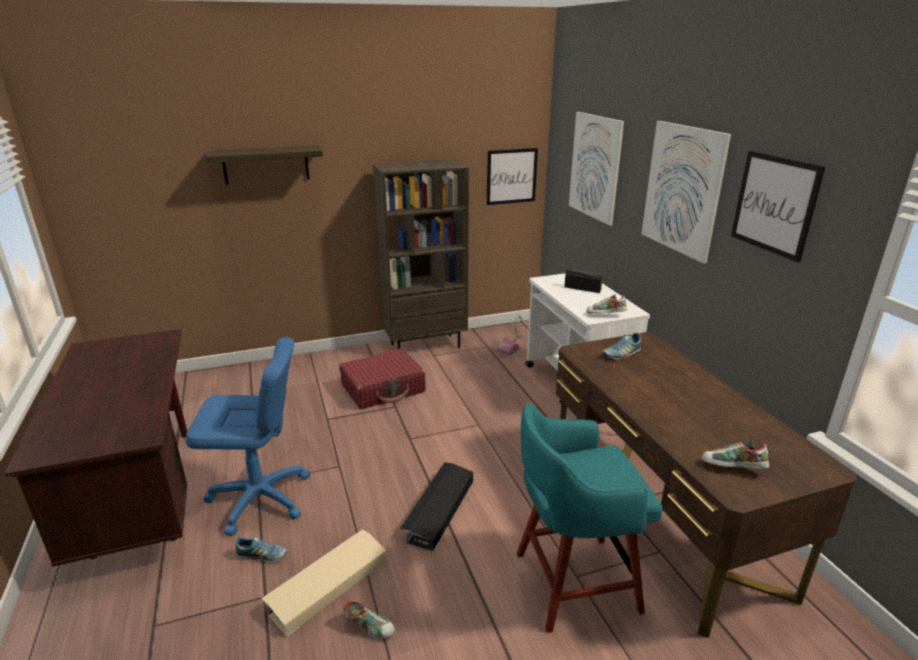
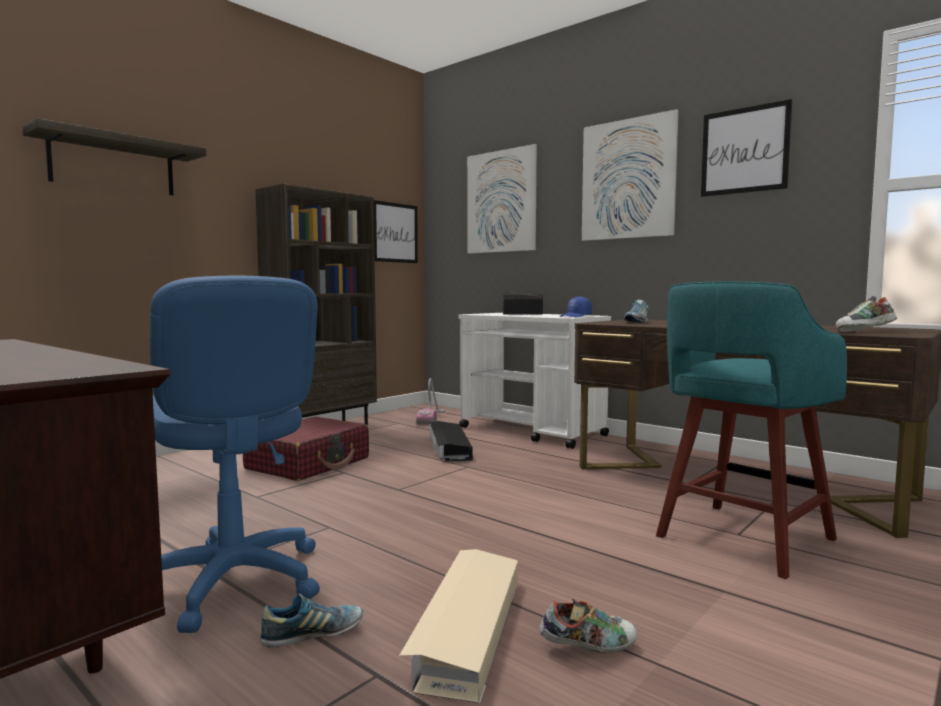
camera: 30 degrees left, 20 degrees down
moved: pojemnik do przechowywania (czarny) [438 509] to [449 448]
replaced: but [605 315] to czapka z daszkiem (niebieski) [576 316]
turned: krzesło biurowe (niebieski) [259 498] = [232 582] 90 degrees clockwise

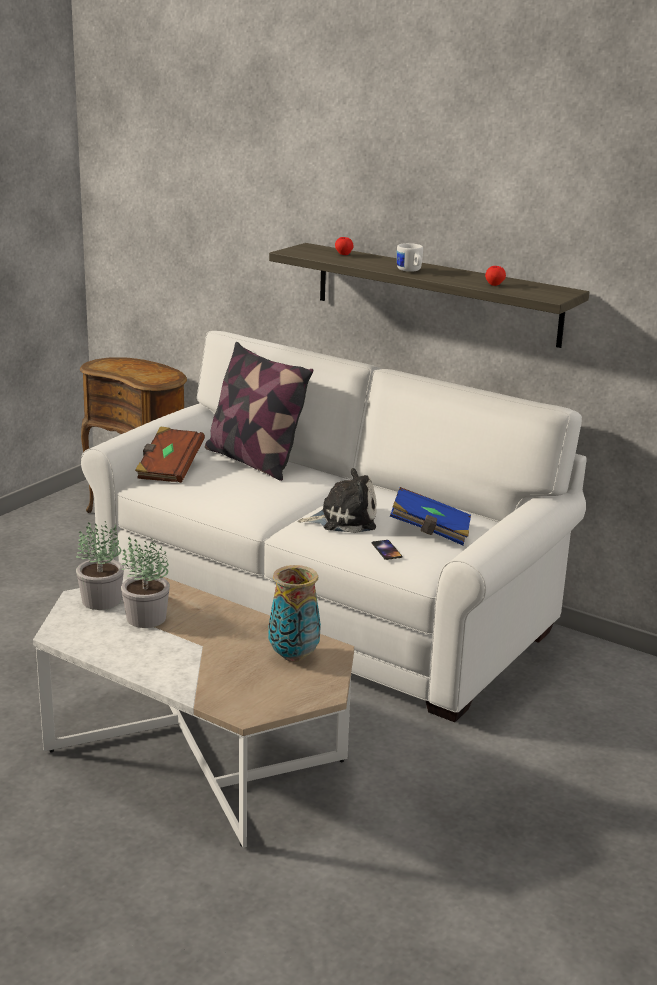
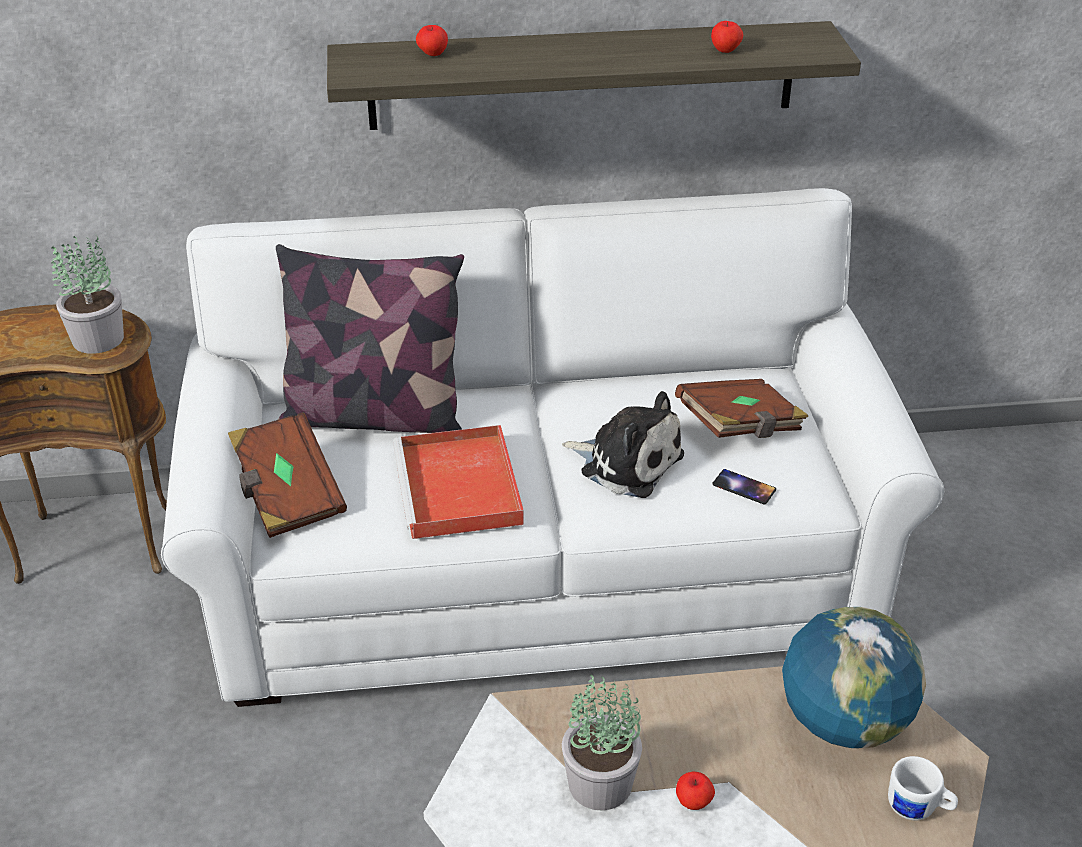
camera: 40 degrees left, 15 degrees up
added: taca (czerwony) [460 489]; jabłko [693 802]
moved: roślina doniczkowa [102 600] to [98 338]; kubek (biały) [410 271] to [918 808]
replaced: wazon [294 656] to globus [843 722]
recoloured: książka (niebieski) [430 532] to książka (brązowy) [740 428]
turned: pluszak [344 519] = [626 462] 75 degrees clockwise

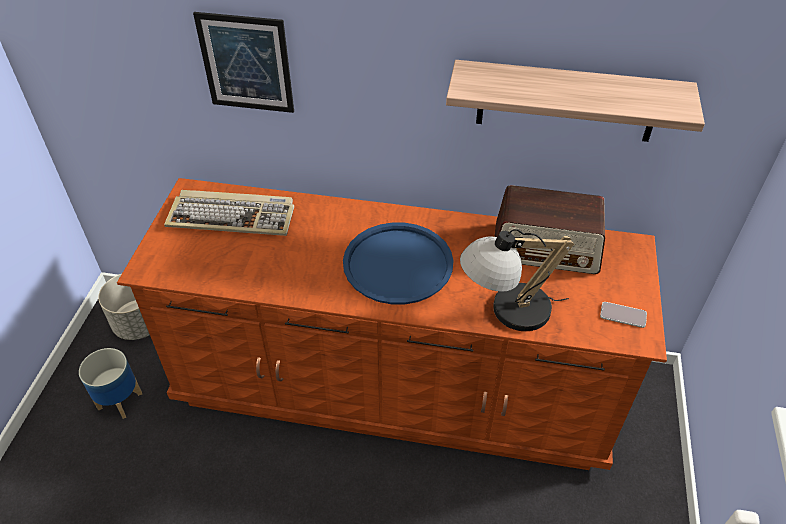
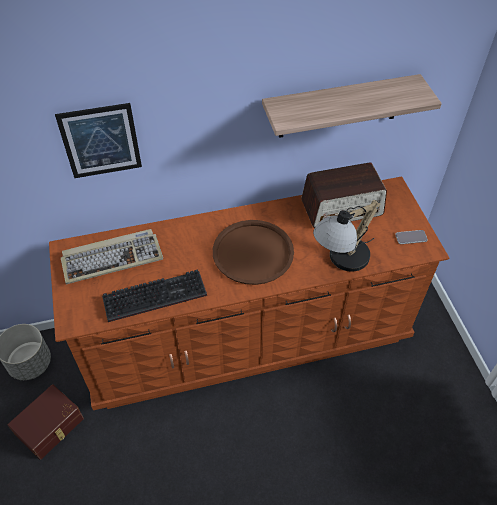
camera: 25 degrees left, 5 degrees up
added: klawiatura [156 294]
replaced: donica [120 400] to pojemnik do przechowywania (brązowy) [51 427]
recoloured: taca (niebieski) [398 264] to taca (brązowy) [253 252]

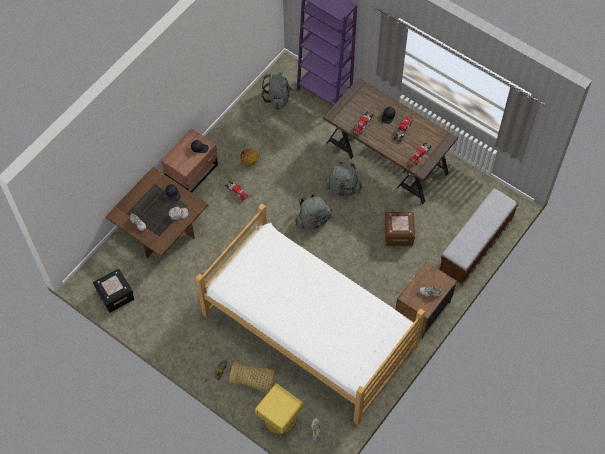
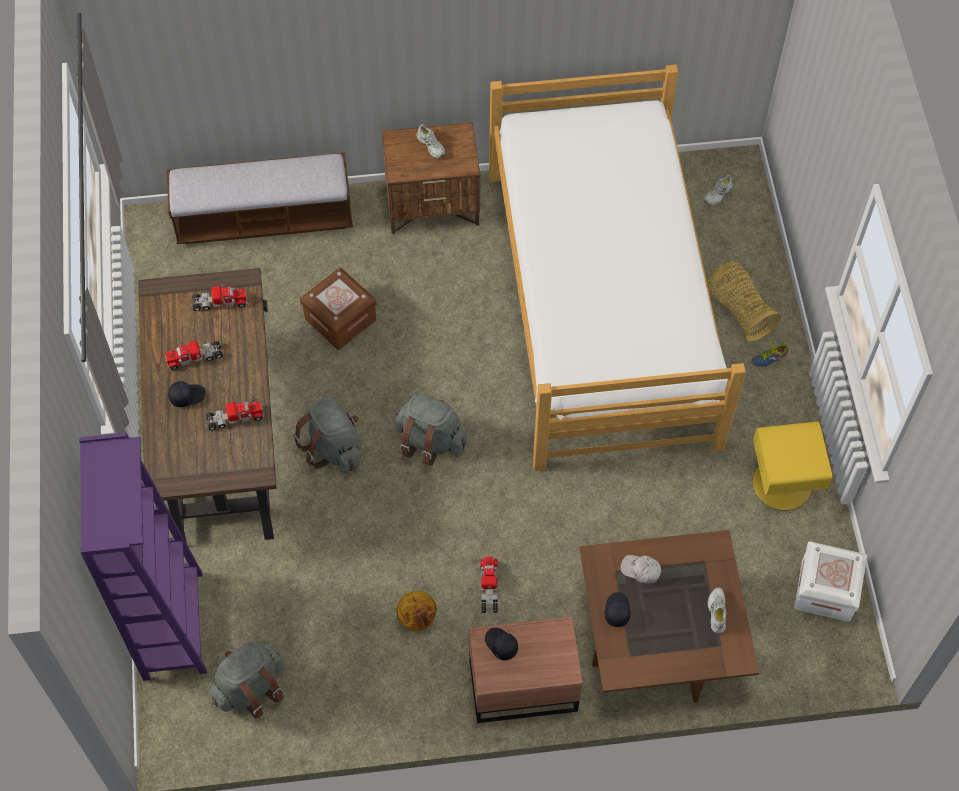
camera: 135 degrees left, 0 degrees up
moved: szafka nocna (żółty) [279 418] to [783 483]
recoloured: pojemnik do przechowywania (czarny) [115 295] to pojemnik do przechowywania (biały) [826 590]

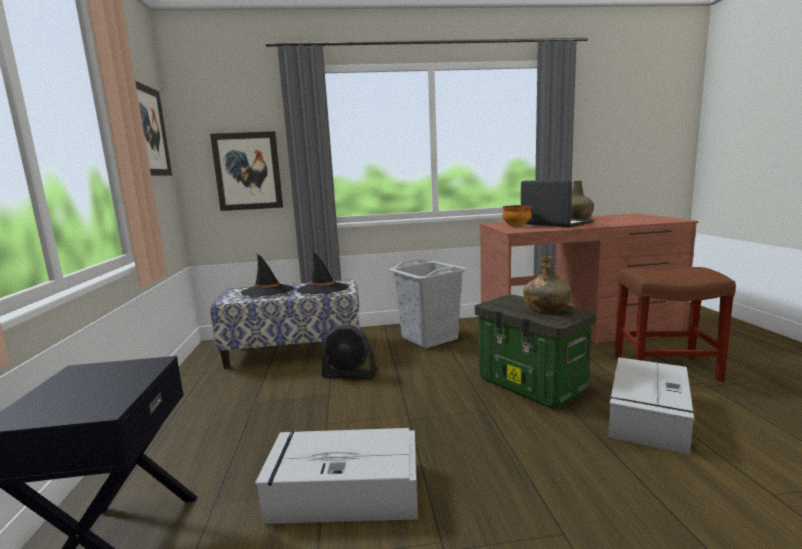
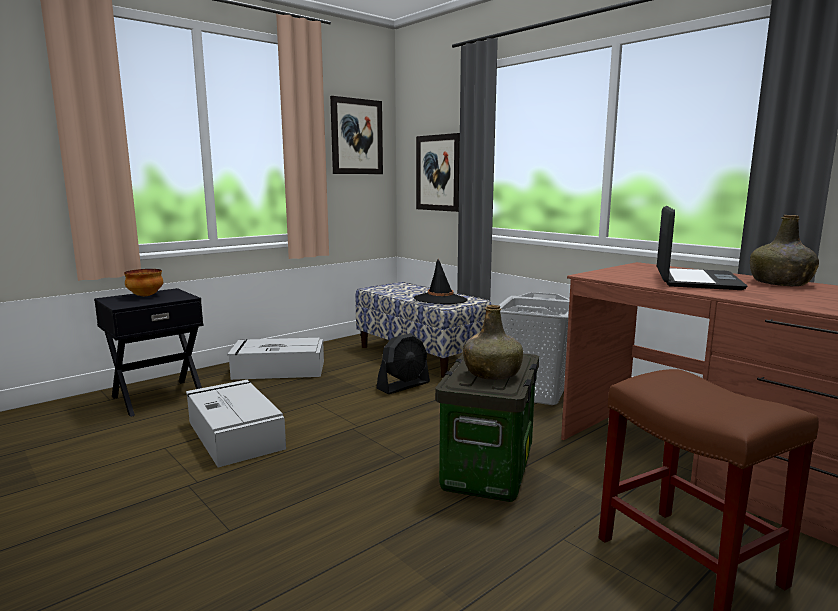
camera: 55 degrees right, 0 degrees up
removed: kapelusz (czarny) [268 291]
moved: miska [516 227] to [146 296]; pojemnik do przechowywania (szary) [648 415] to [277 370]
turned: wentylator (czarny) [350 374] = [403 386] 105 degrees counterclockwise

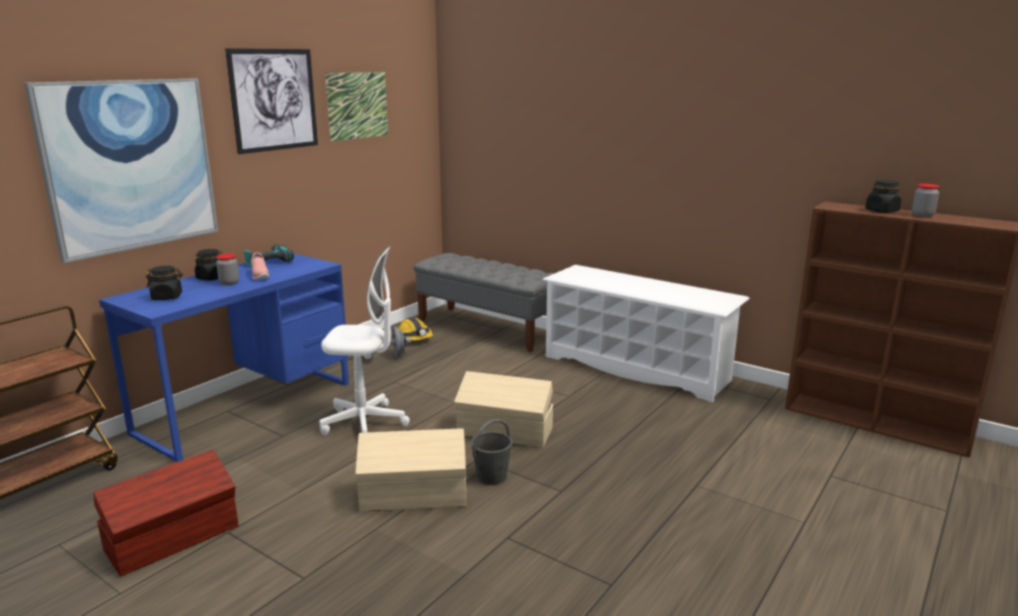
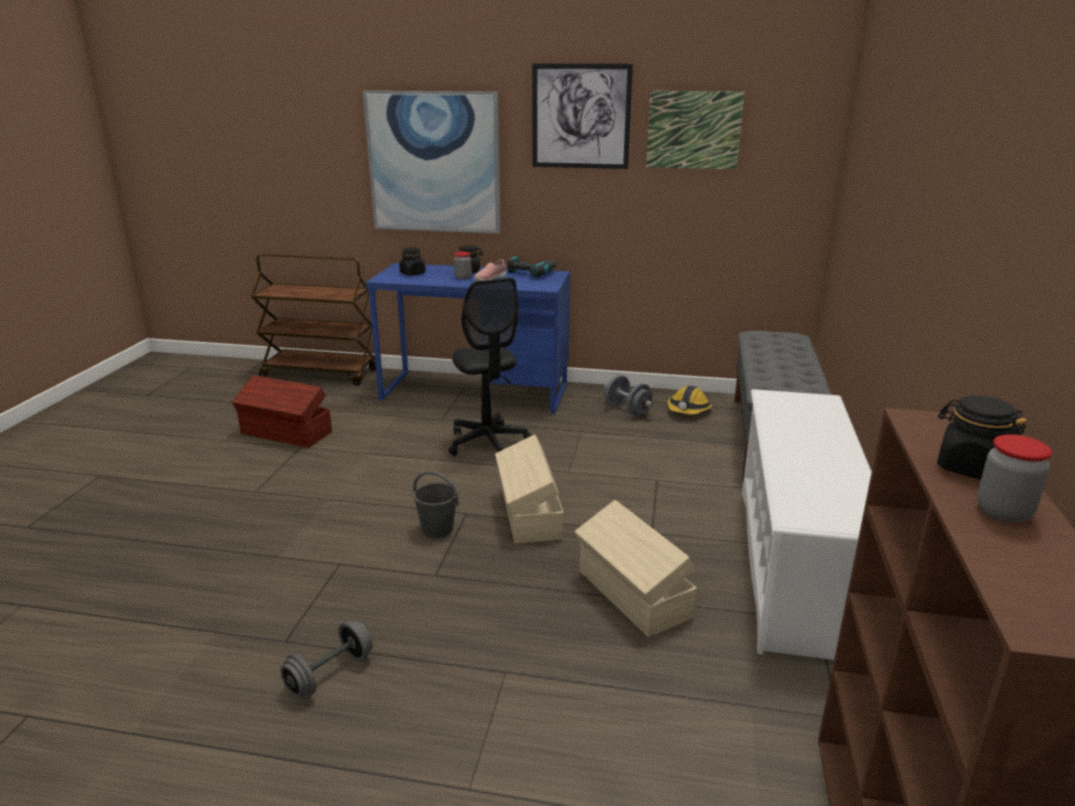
camera: 65 degrees right, 5 degrees up
added: hantel (szary) [330 674]
moved: pojemnik do przechowywania (beżowy) [414 496] to [632 595]
recoloured: krzesło biurowe (biały) [364 423] to krzesło biurowe (czarny) [488 443]

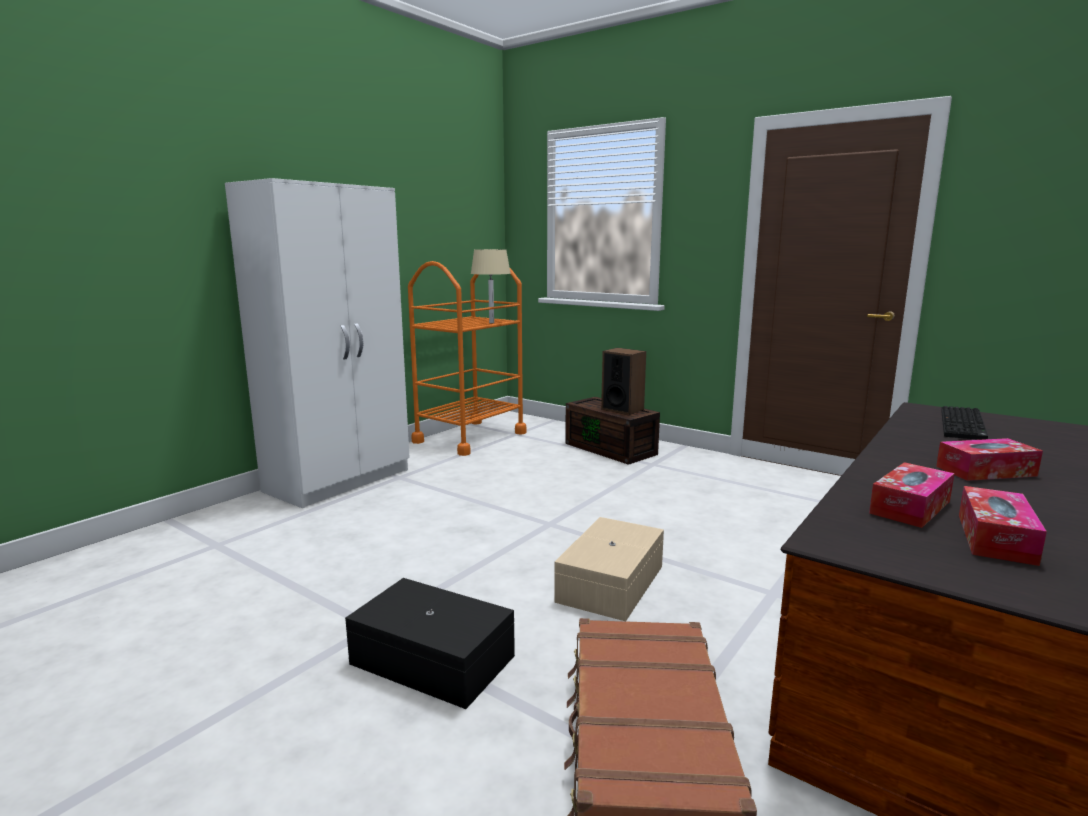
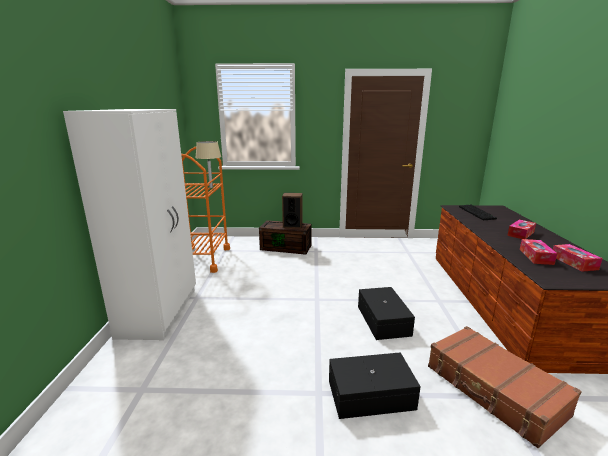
camera: 35 degrees left, 5 degrees up
recoloured: pojemnik do przechowywania (beżowy) [608 583] to pojemnik do przechowywania (czarny) [382 321]

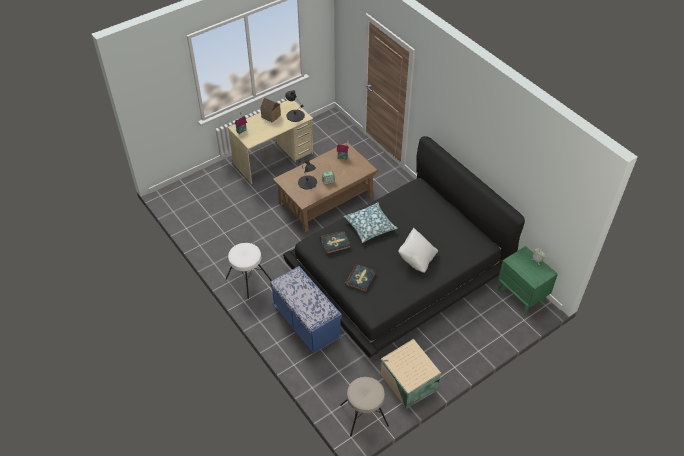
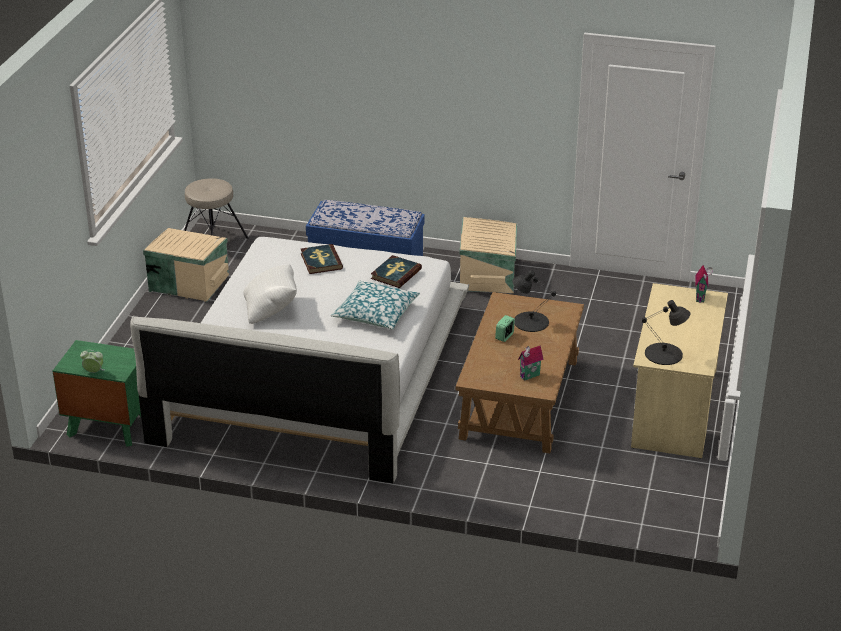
camera: 140 degrees right, 15 degrees down
removed: domek [271 115]
replaced: stołek (biały) [248 280] to pojemnik do przechowywania (beżowy) [488 275]
recoloured: łóżko (czarny) [398 268] to łóżko (biały) [315 373]

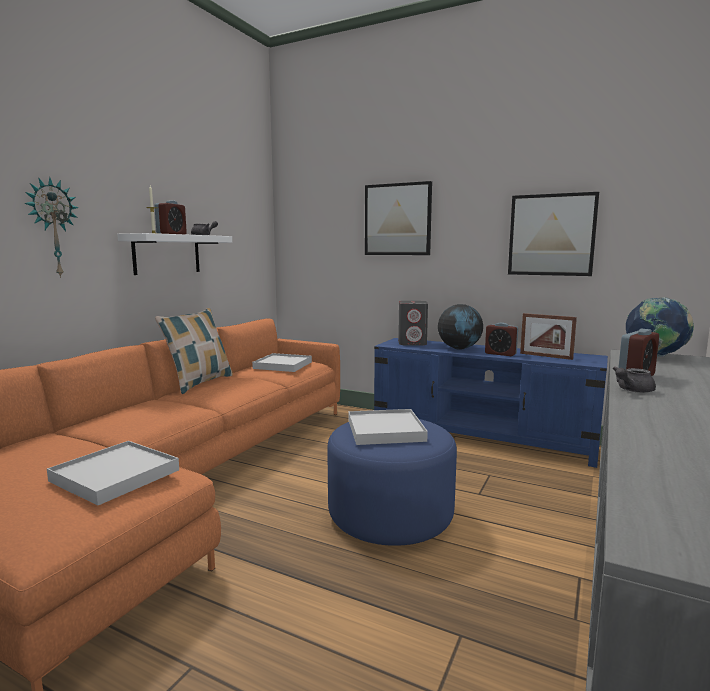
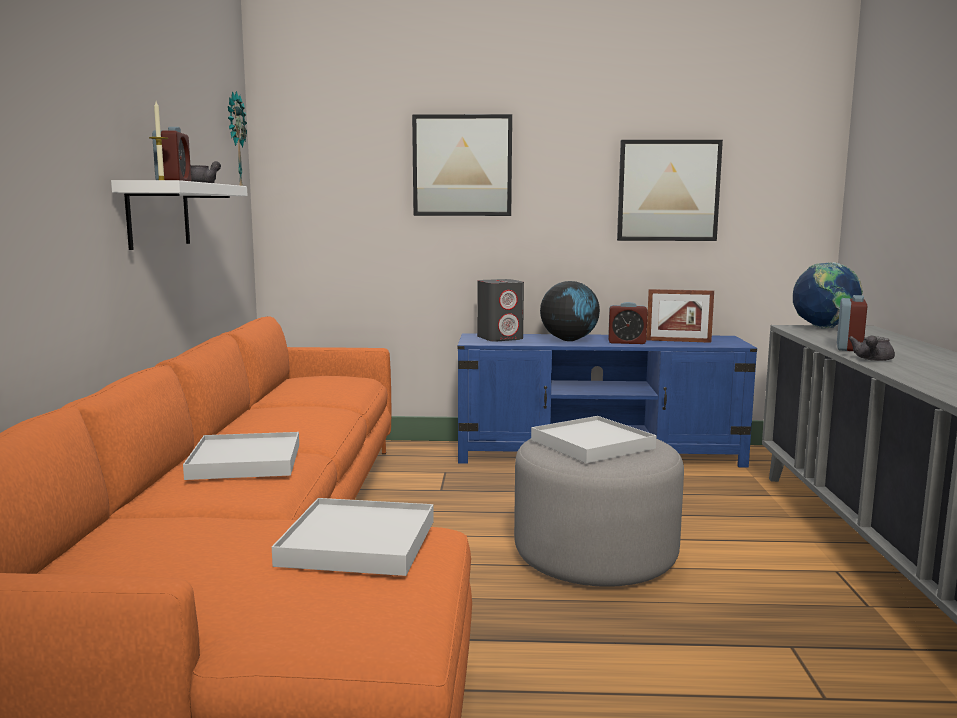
camera: 25 degrees left, 0 degrees up
removed: poduszka [199 383]
moved: taca (biały) [283 365] to [245 461]; zegar ścienny [52 228] to [234 143]
recoloured: pufa (niebieski) [390 515] to pufa (szary) [595 555]

